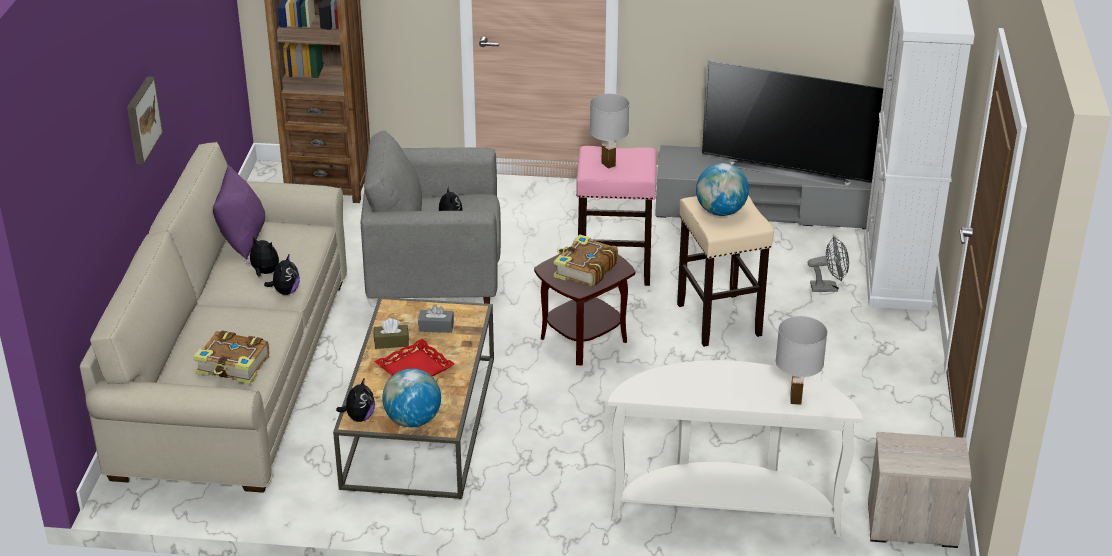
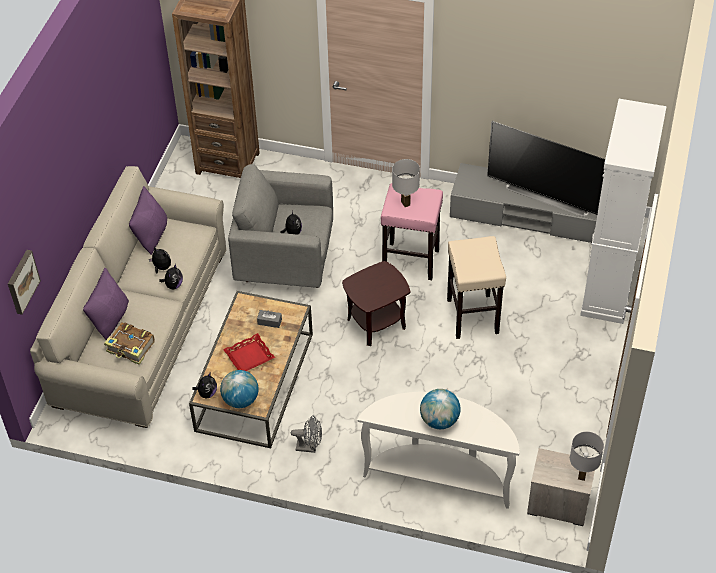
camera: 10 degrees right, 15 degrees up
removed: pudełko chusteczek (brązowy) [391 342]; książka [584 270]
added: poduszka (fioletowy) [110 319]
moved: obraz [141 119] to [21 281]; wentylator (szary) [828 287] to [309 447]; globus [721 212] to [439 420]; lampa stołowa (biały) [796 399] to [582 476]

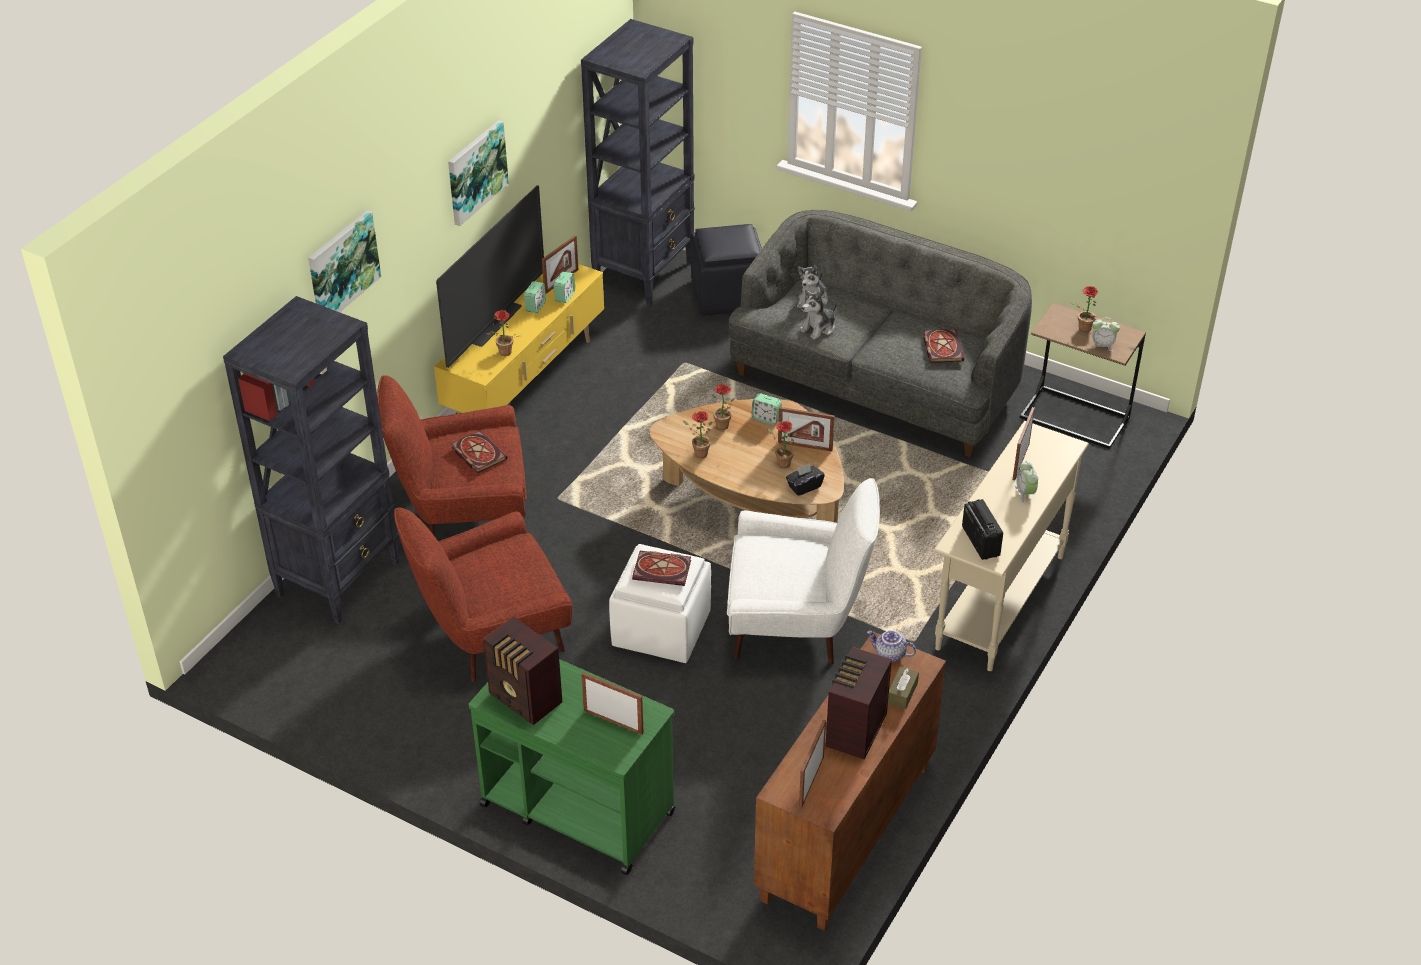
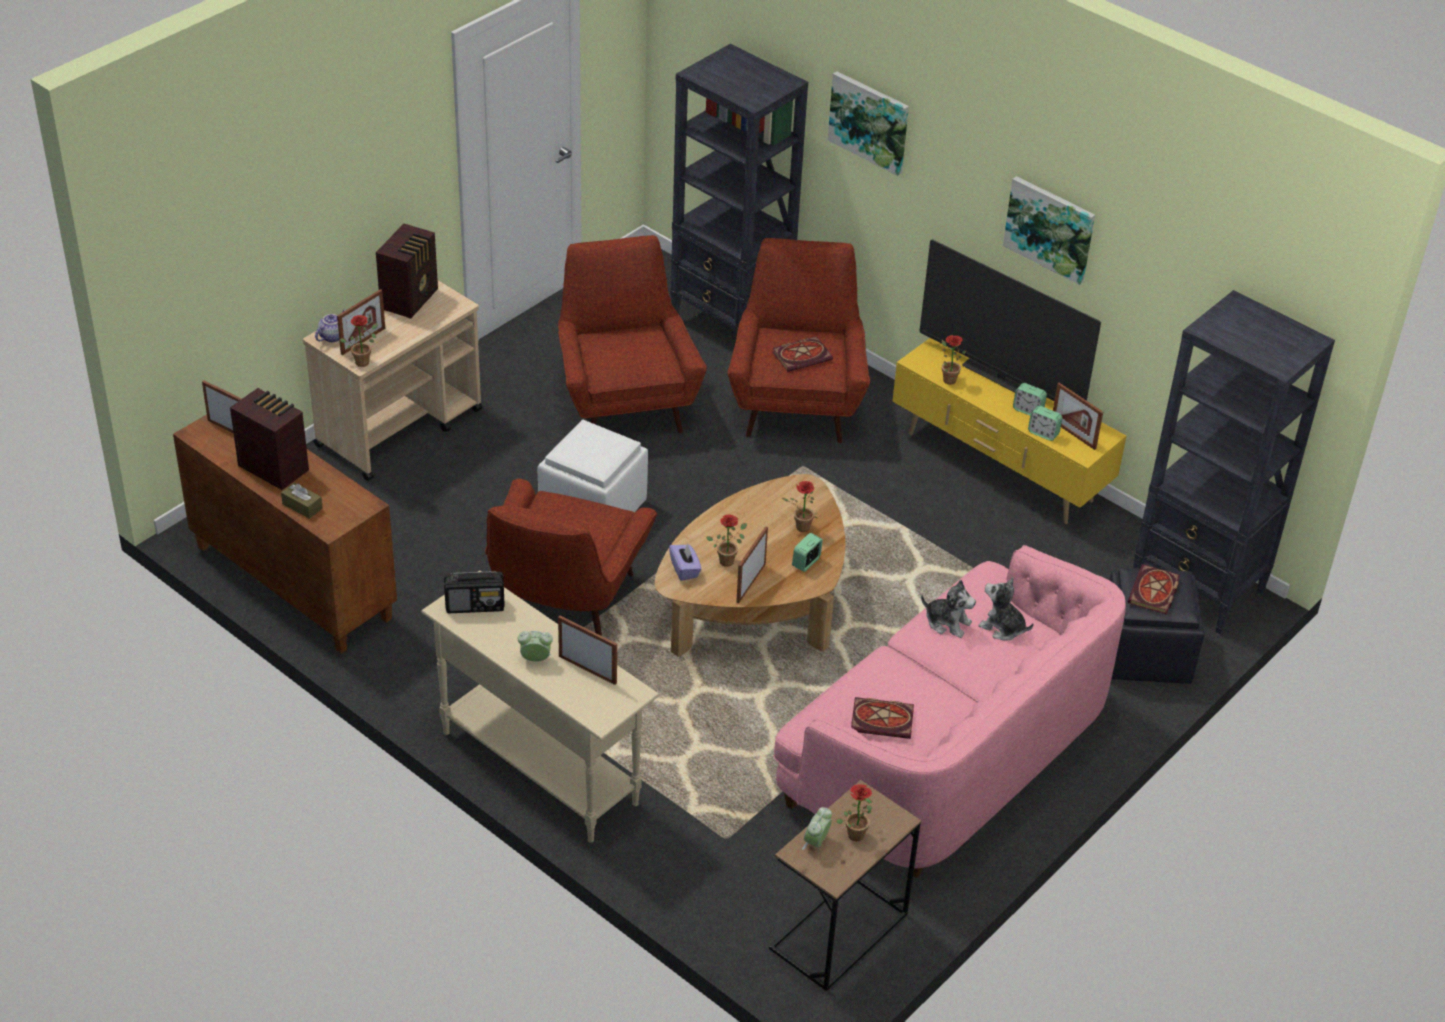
camera: 100 degrees right, 0 degrees up
moved: imbryk [889 655] to [332 336]; roślina doniczkowa [698 453] to [364 360]; książka [663 570] to [1154 593]
recoloured: wózek (zielony) [576 808] to wózek (beżowy) [400 427]; fotel (biały) [796 625] to fotel (czerwony) [564 602]; pudełko chusteczek (czarny) [804 487] to pudełko chusteczek (fioletowy) [685 569]; kanapa (szary) [878 382] to kanapa (różowy) [947 754]
turned: radio [525 700] = [411 299] 150 degrees clockwise; pluszak [818 328] = [947 622] 150 degrees clockwise

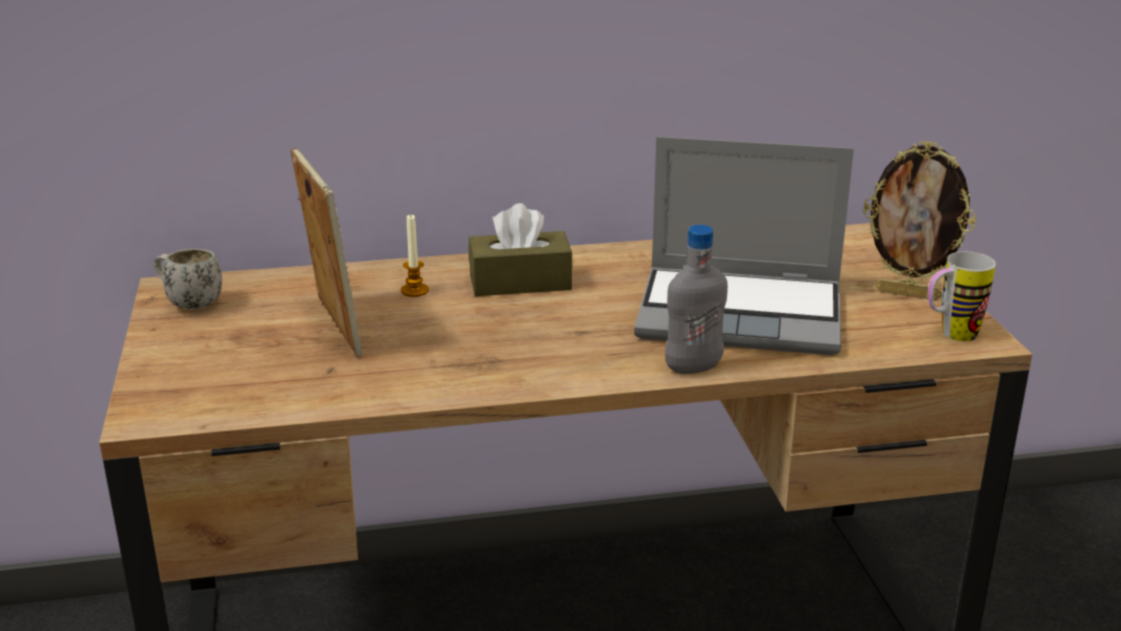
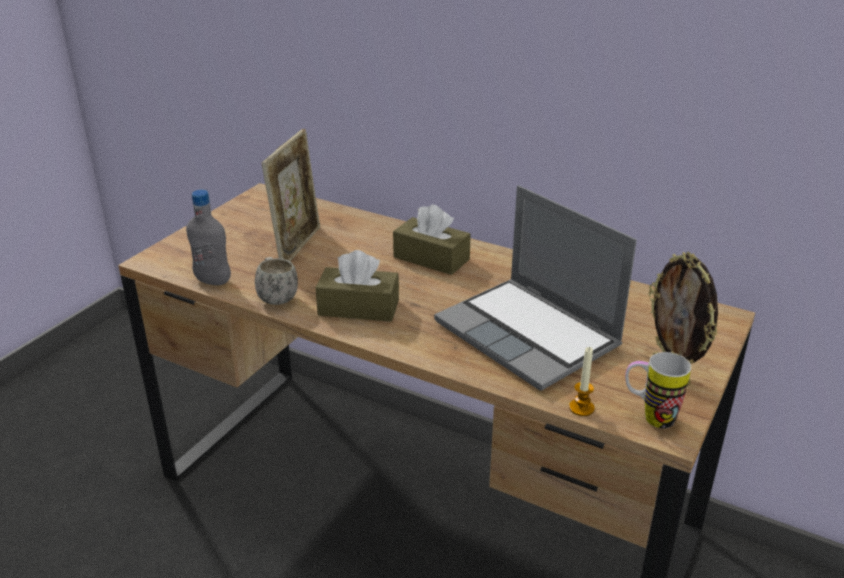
camera: 40 degrees right, 5 degrees up
added: pudełko chusteczek (brązowy) [358 308]
moved: butelka (szary) [693 367] to [213 280]; kubek (biały) [188 303] to [276 296]; świeca [414 290] to [581 408]

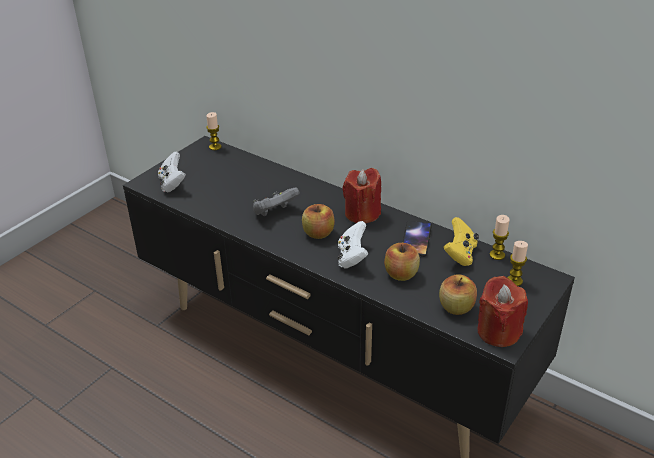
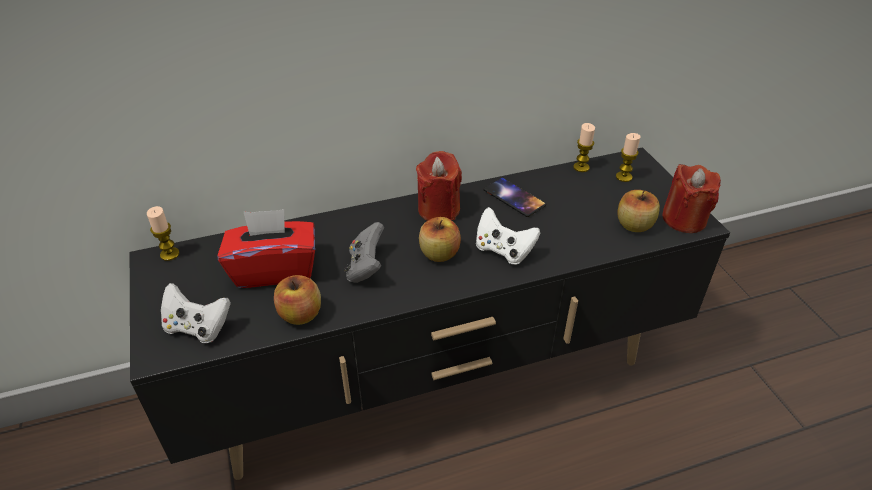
camera: 55 degrees left, 5 degrees up
removed: pad do gier (żółty) [460 254]
added: pudełko chusteczek (czerwony) [274 270]
moved: jabłko [401 274] to [300 314]

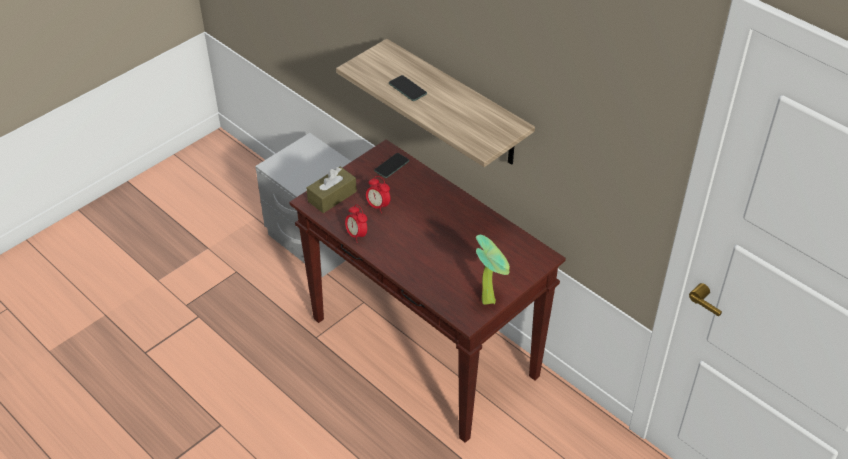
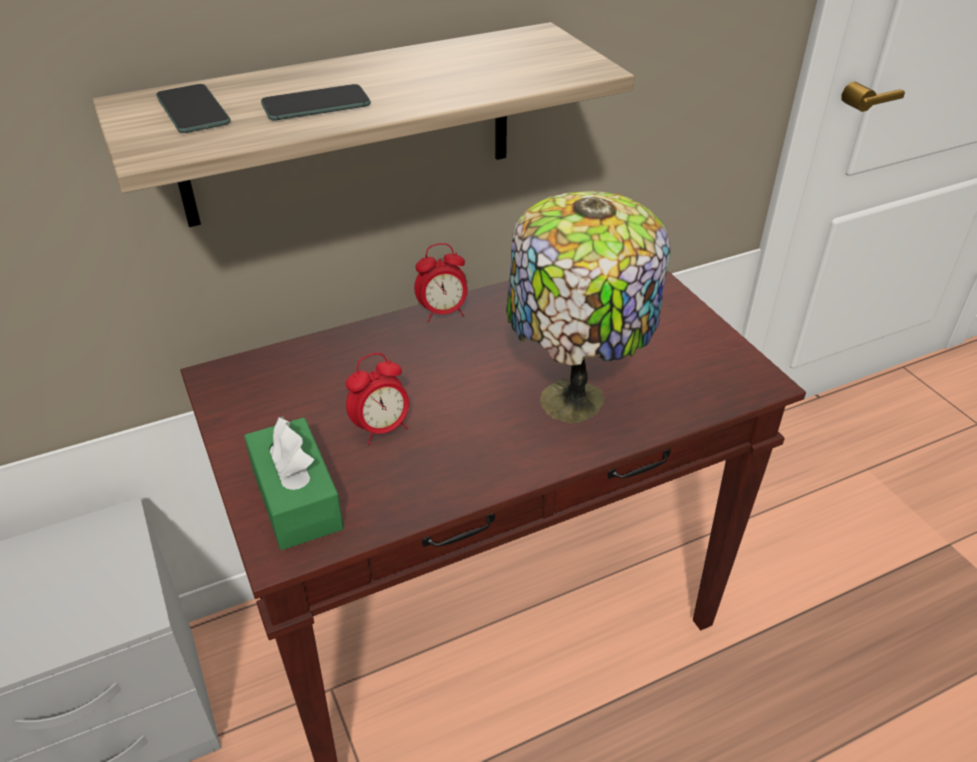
camera: 70 degrees left, 5 degrees down
removed: roślina doniczkowa [490 299]
added: lampa stołowa [573 404]
moved: telefon [391 166] to [193 110]; budzik [356 235] to [443 313]
recoloured: pudełko chusteczek (brązowy) [332 196] to pudełko chusteczek (zielony) [296 499]

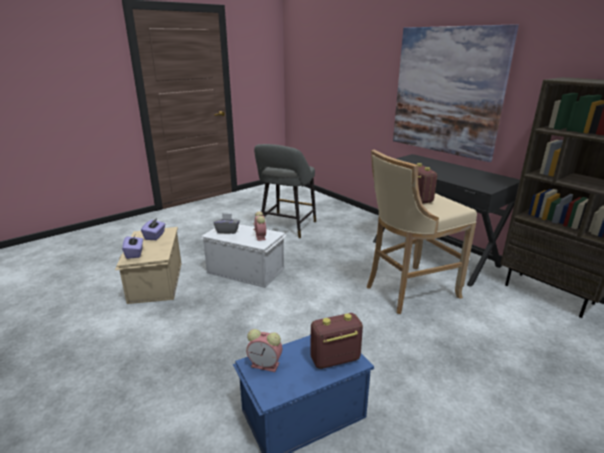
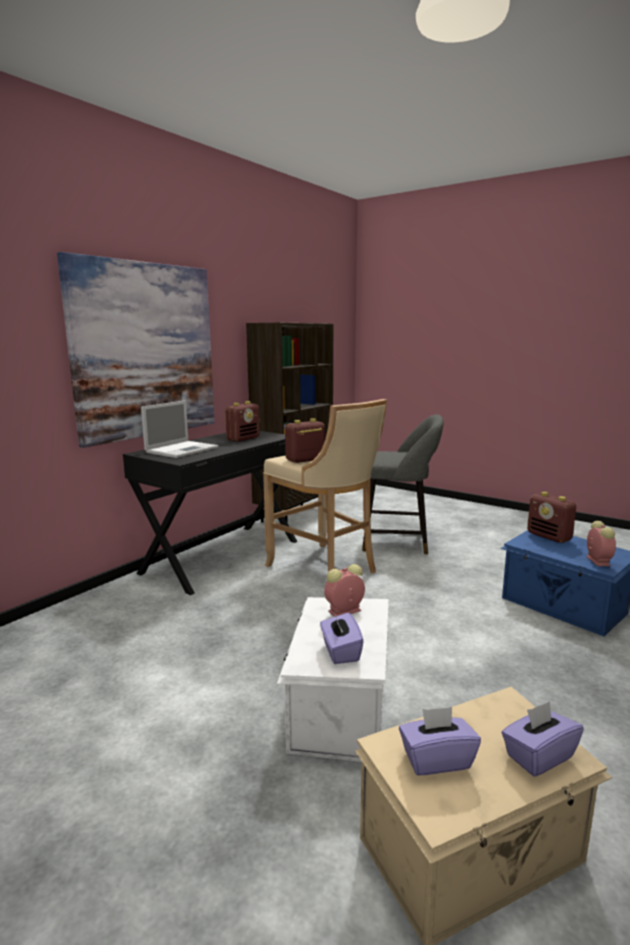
camera: 105 degrees left, 10 degrees down
added: laptop [182 450]; radio [243 439]
moved: stołek (szary) [286 227] to [399 541]
recoloured: pudełko chusteczek (szary) [227 231] to pudełko chusteczek (fioletowy) [340 651]

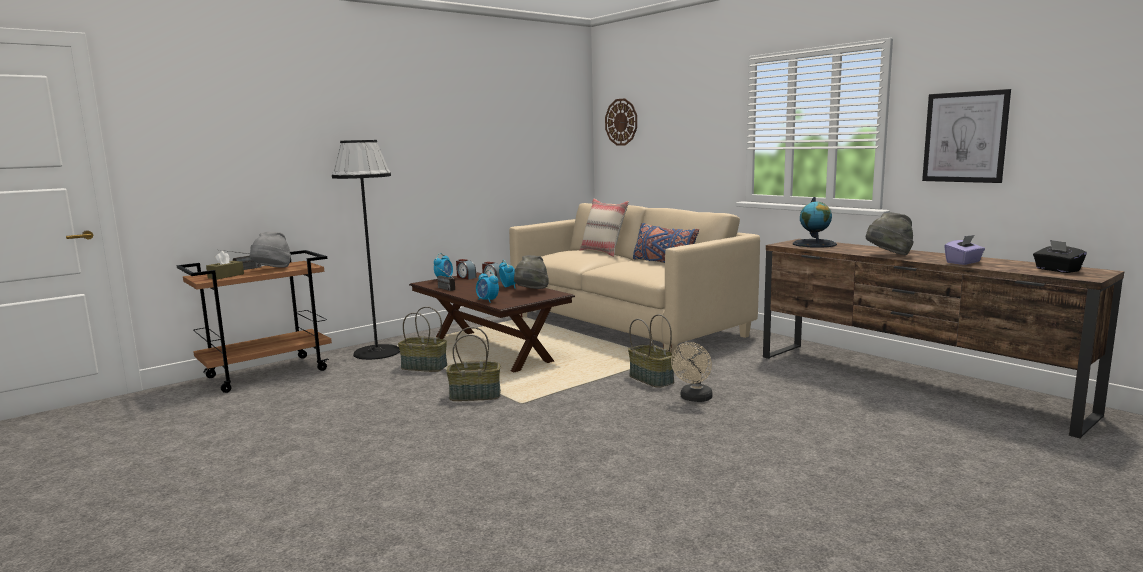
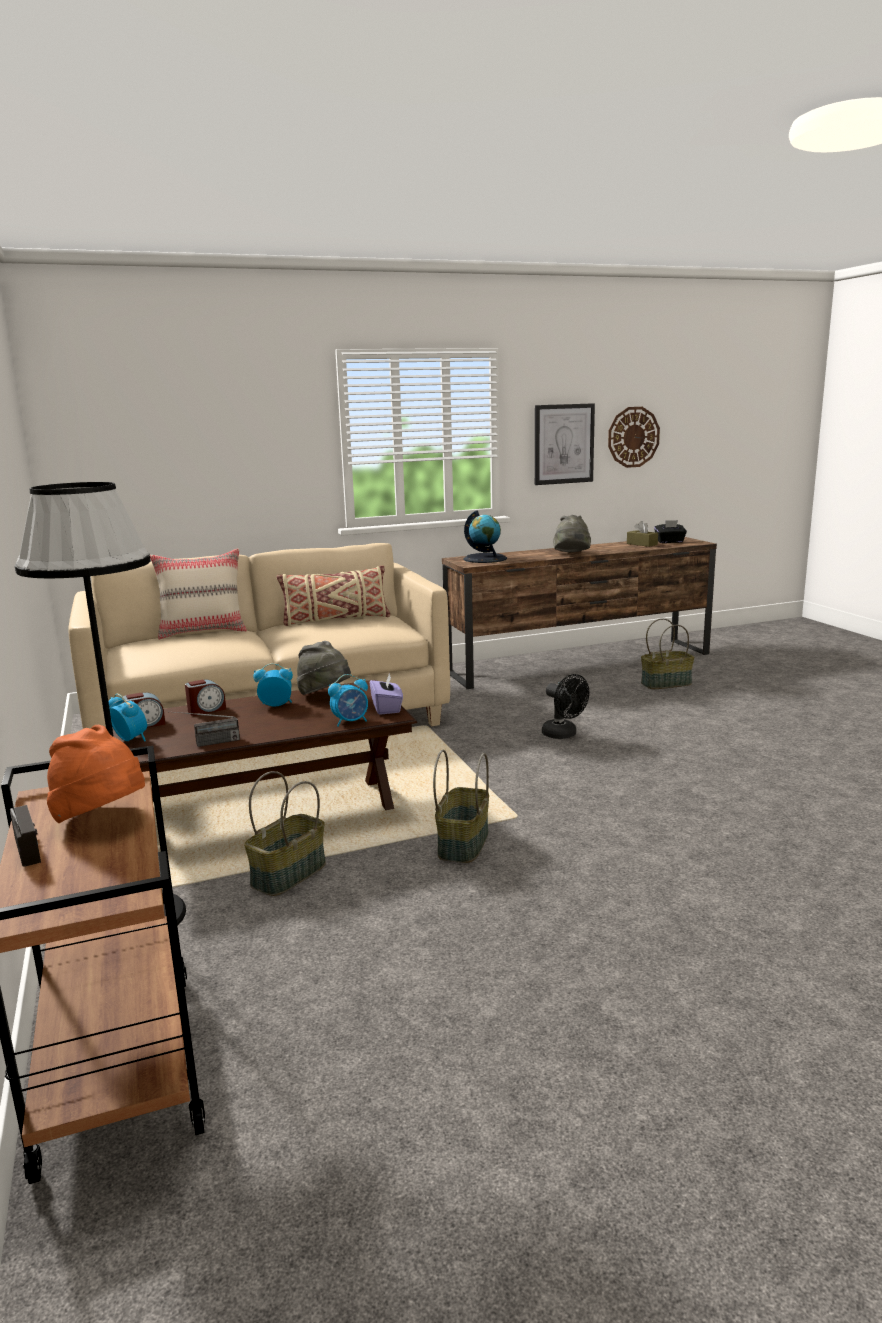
camera: 70 degrees left, 5 degrees up
moved: pudełko chusteczek (fioletowy) [963 262] to [387 708]; zegar ścienny [621 122] to [633 437]; pudełko chusteczek (brązowy) [226 276] to [642 544]; koszyk [652 379] to [666 683]
recoloured: kapelusz (szary) [272 270] to kapelusz (pomarańczowy) [103 819]; poduszka (niebieski) [663 263] to poduszka (beżowy) [335 620]; wentylator (beżowy) [694 399] to wentylator (czarny) [563 735]

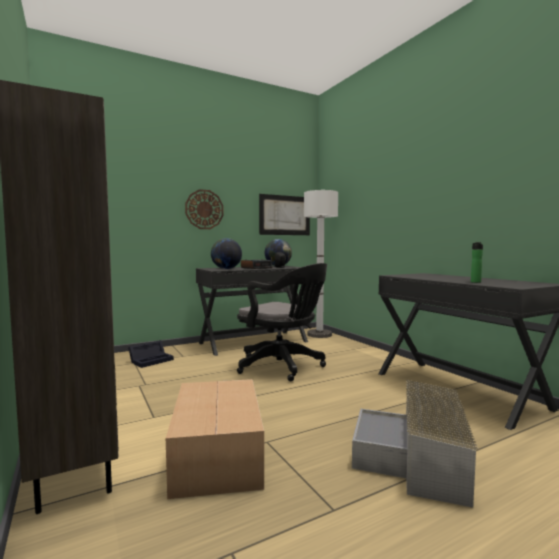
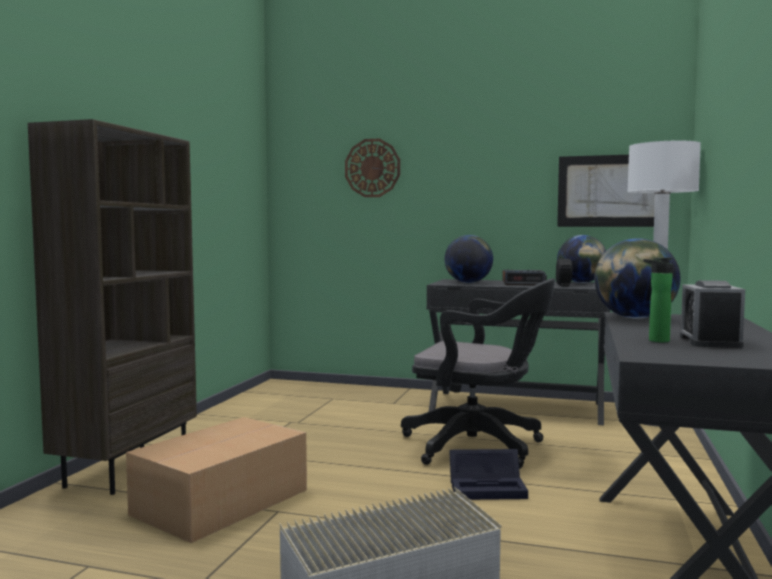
camera: 45 degrees right, 0 degrees up
added: globus [634 318]; budzik [710 341]
moved: zegar ścienny [204 209] to [372 168]; pojemnik do przechowywania (czarny) [152 360] to [489 488]
turned: krzesło biurowe (czarny) [283 367] = [480 447] 60 degrees counterclockwise

